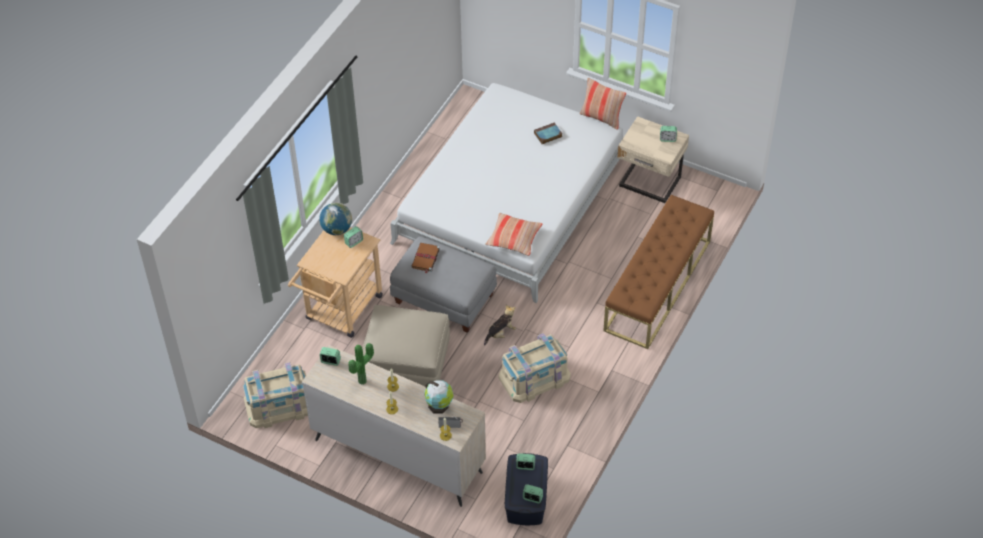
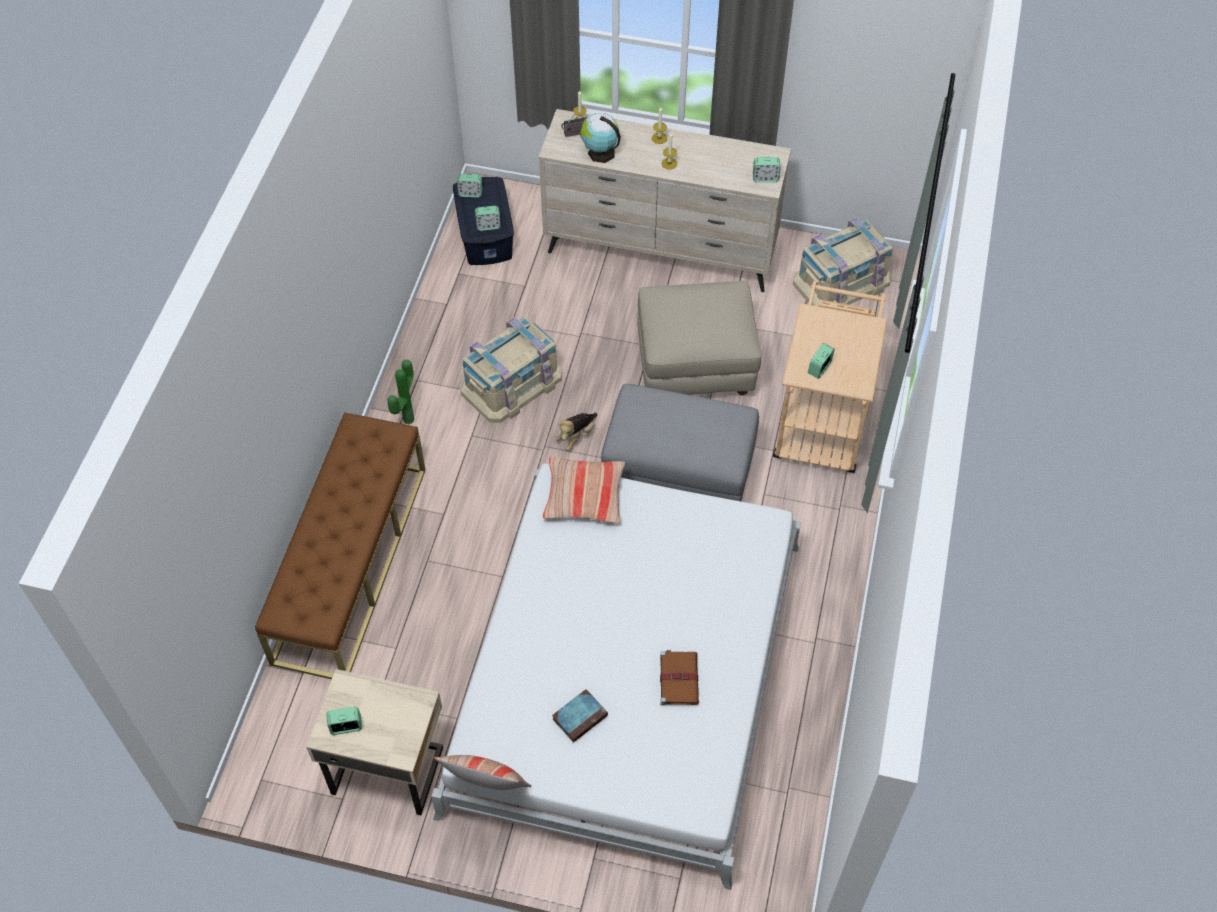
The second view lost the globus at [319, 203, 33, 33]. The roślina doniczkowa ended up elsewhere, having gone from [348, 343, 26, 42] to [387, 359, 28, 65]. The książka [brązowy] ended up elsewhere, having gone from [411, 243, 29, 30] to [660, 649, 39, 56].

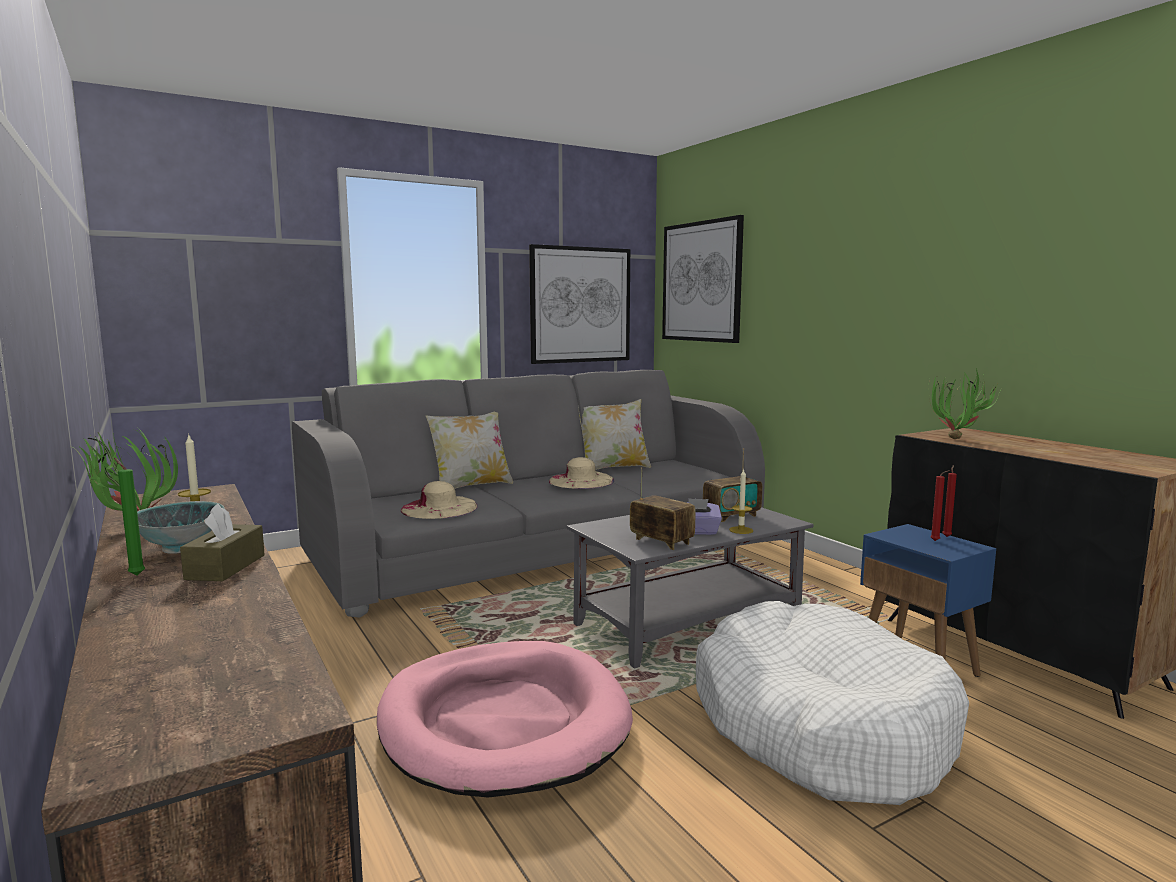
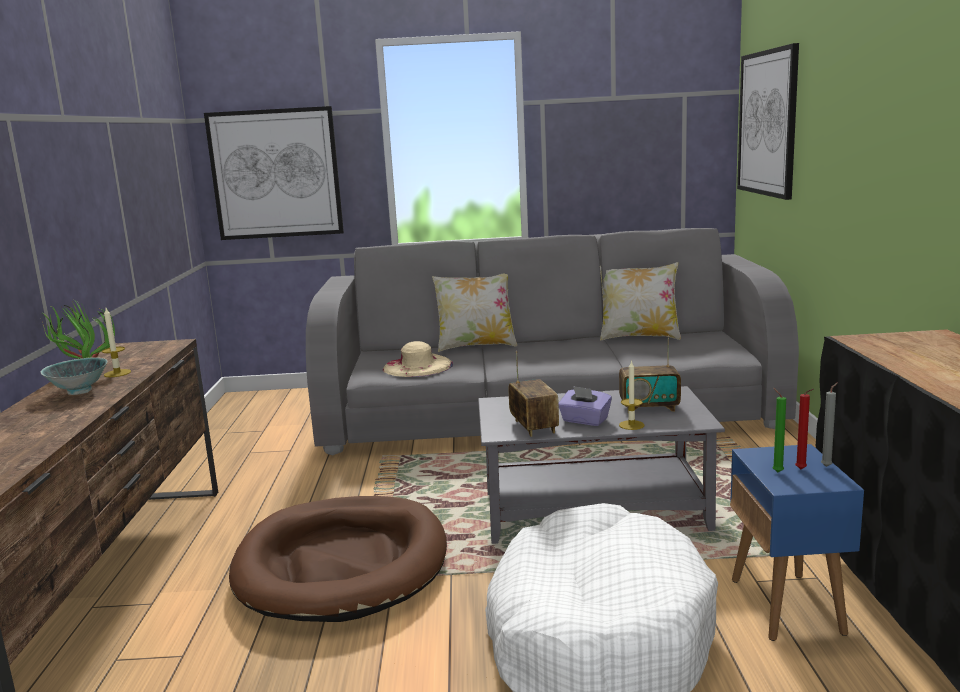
The świeca [zielony] ended up elsewhere, having gone from [114, 458, 31, 118] to [772, 388, 14, 84]. The second view lost the pudełko chusteczek [brązowy] at [180, 504, 85, 77]. What was the legowisko [różowy] at [377, 641, 256, 157] turned into the legowisko [brązowy] at [229, 496, 218, 126]. The obraz ended up elsewhere, having gone from [529, 244, 101, 120] to [204, 106, 140, 134]. The second view lost the kapelusz [beżowy] at [549, 457, 65, 32]. The second view lost the roślina doniczkowa at [930, 368, 70, 71]. What was the świeca [czerwony] at [942, 465, 15, 72] turned into the świeca [szary] at [821, 383, 16, 84].

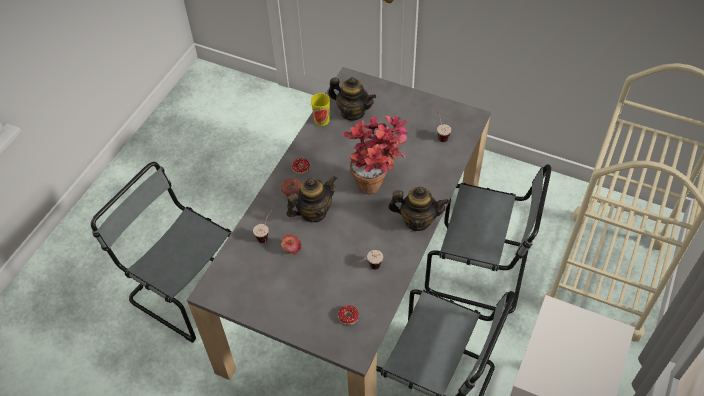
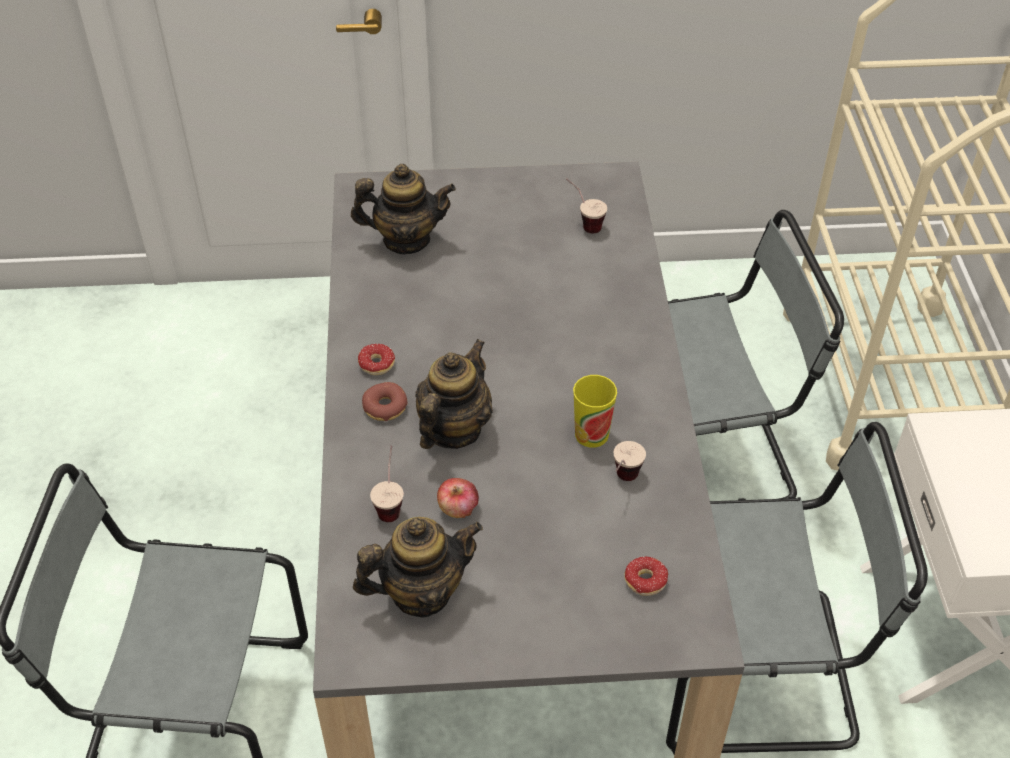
The filiżanka ended up elsewhere, having gone from [311, 93, 19, 33] to [573, 375, 44, 73]. The second view lost the roślina doniczkowa at [342, 116, 65, 79]. The imbryk ended up elsewhere, having gone from [388, 187, 61, 44] to [353, 517, 130, 100].

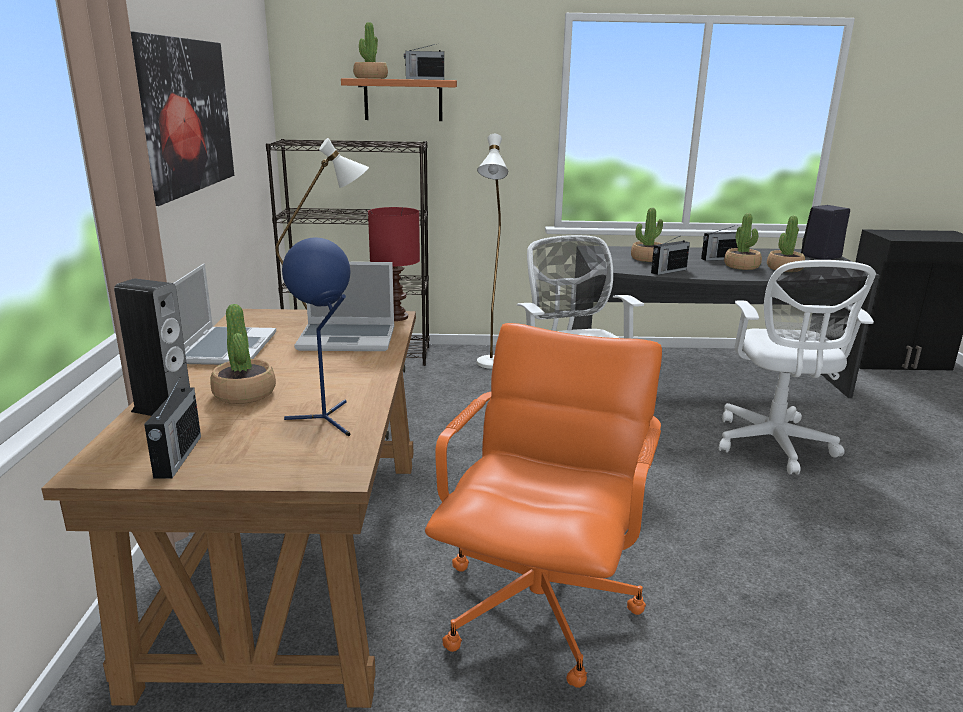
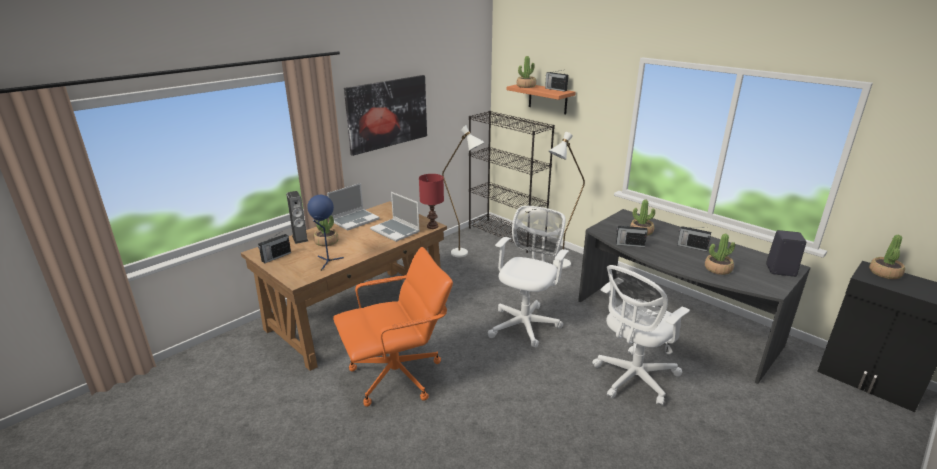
The roślina doniczkowa ended up elsewhere, having gone from [724, 213, 38, 57] to [869, 234, 36, 45].

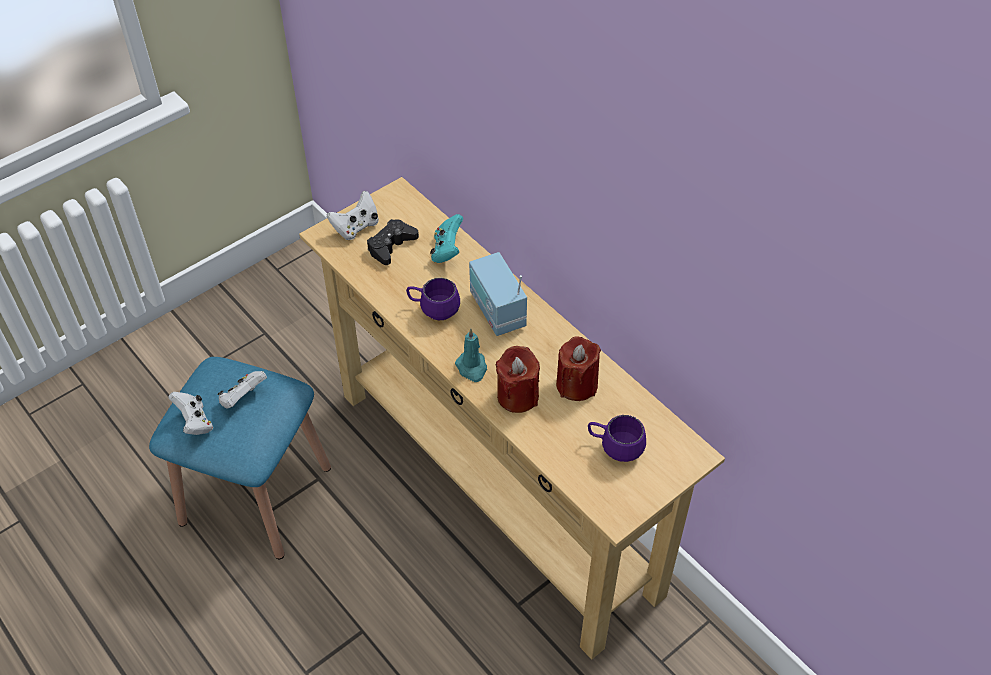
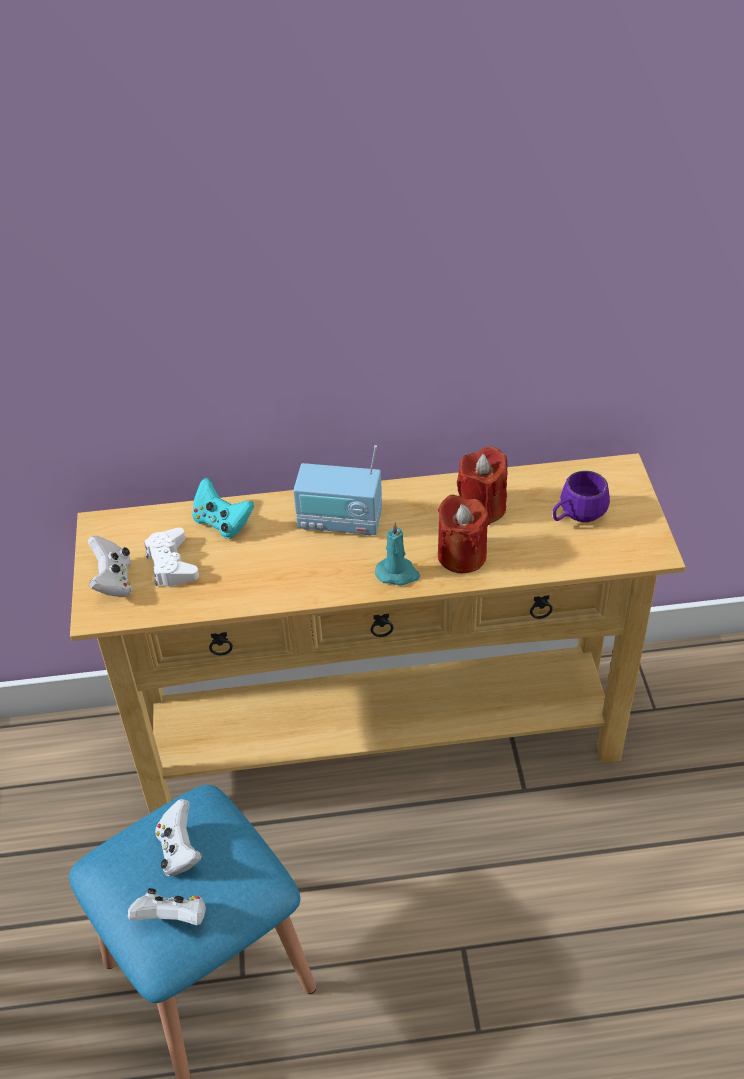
What was the pad do gier [czarny] at [367, 219, 52, 46] turned into the pad do gier [biały] at [144, 527, 55, 60]. The second view lost the kubek [fioletowy] at [406, 278, 54, 42].

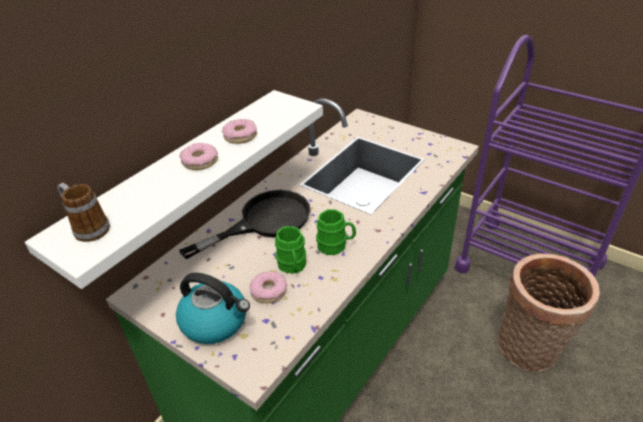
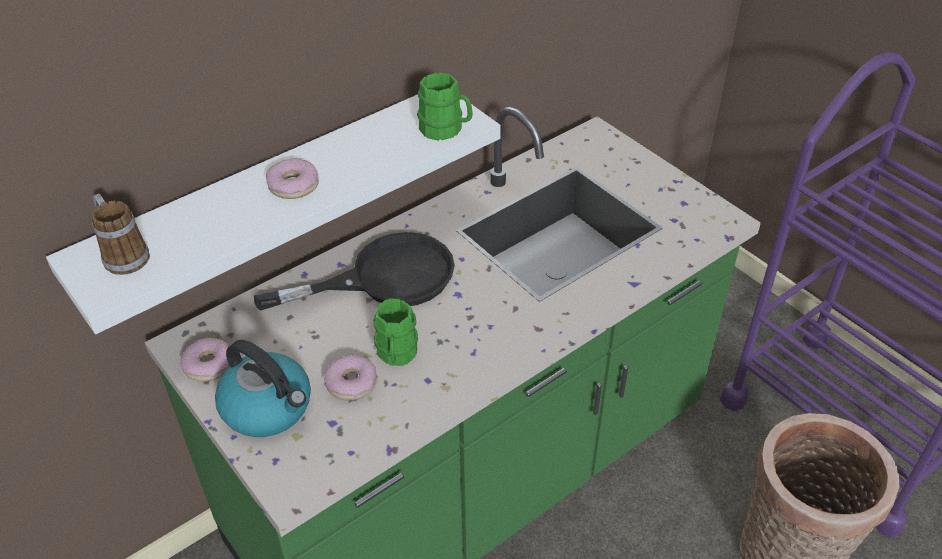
The donut ended up elsewhere, having gone from [222, 119, 35, 25] to [180, 338, 50, 44]. The kubek [zielony] ended up elsewhere, having gone from [316, 209, 40, 46] to [417, 73, 56, 68].

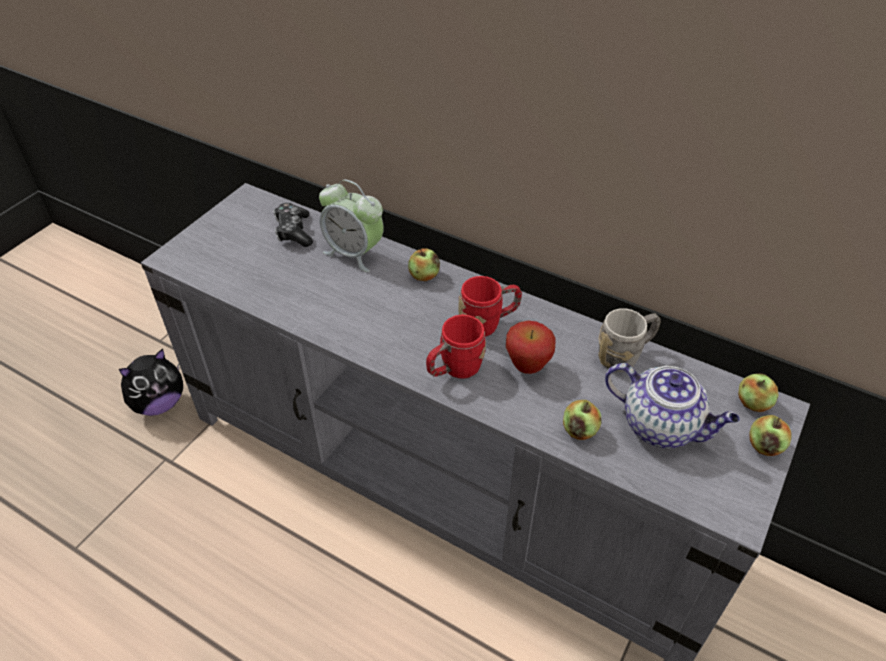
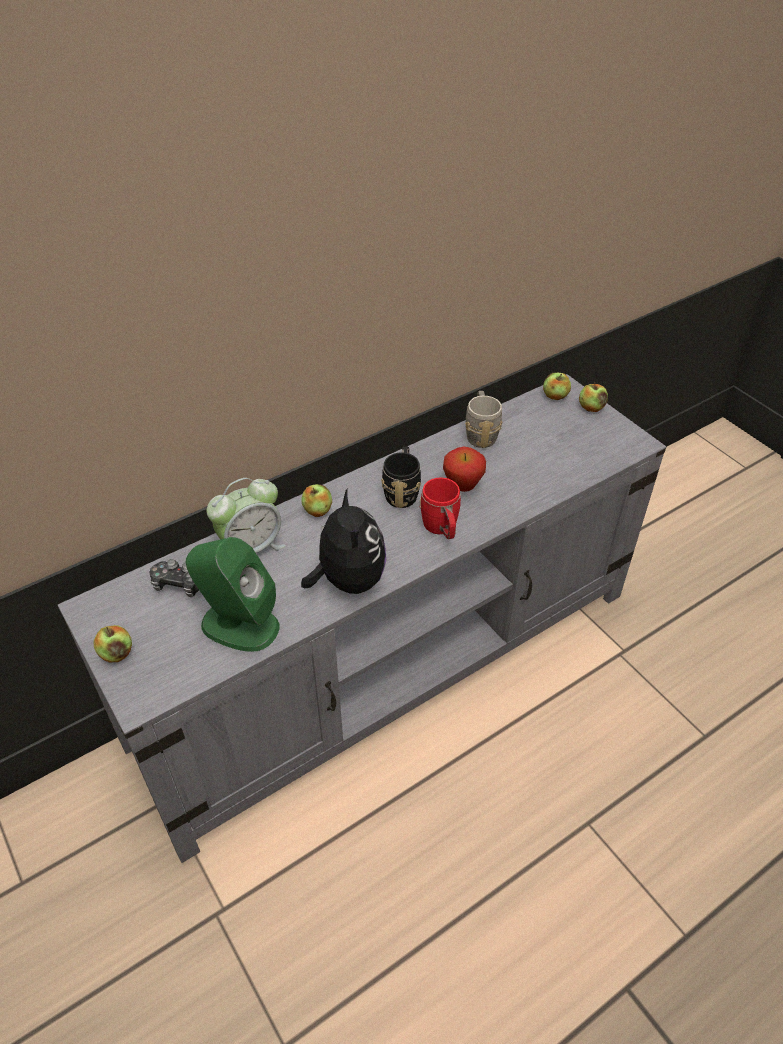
The pluszak ended up elsewhere, having gone from [119, 348, 64, 68] to [301, 487, 85, 107]. What was the kubek [czerwony] at [458, 276, 64, 61] turned into the kubek [czarny] at [381, 446, 40, 62]. The jabłko ended up elsewhere, having gone from [563, 400, 38, 40] to [94, 625, 38, 37]. The second view lost the imbryk at [605, 363, 135, 85]. The second view gained the głośnik [zielony] at [186, 537, 93, 115].

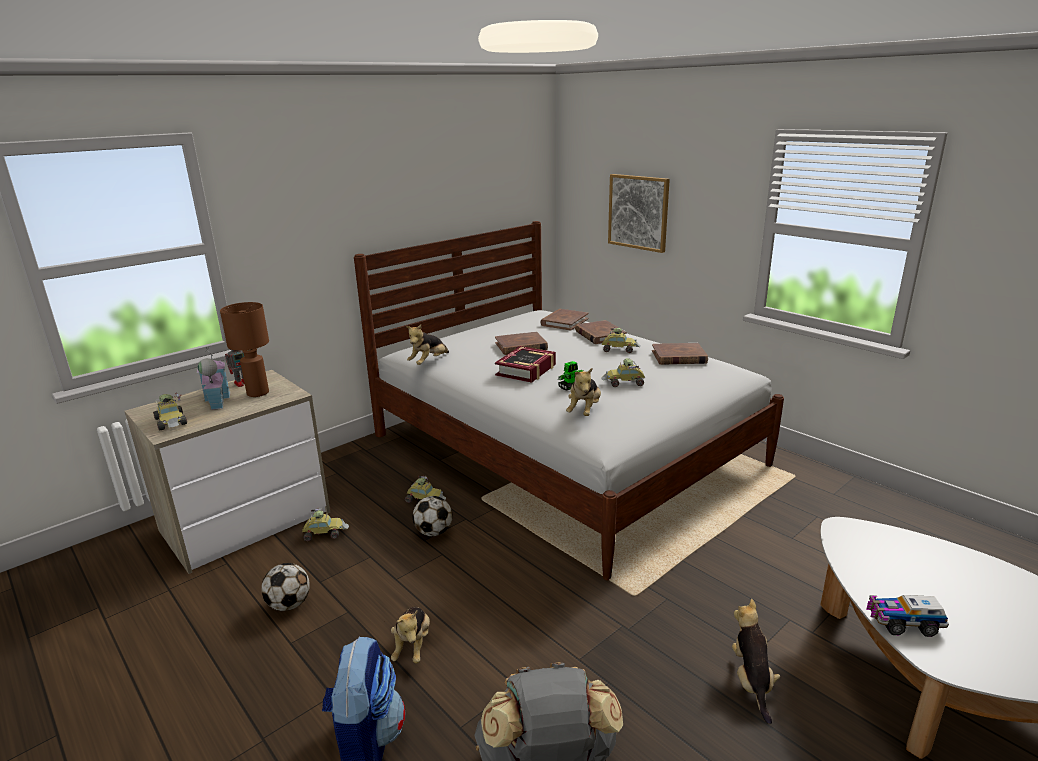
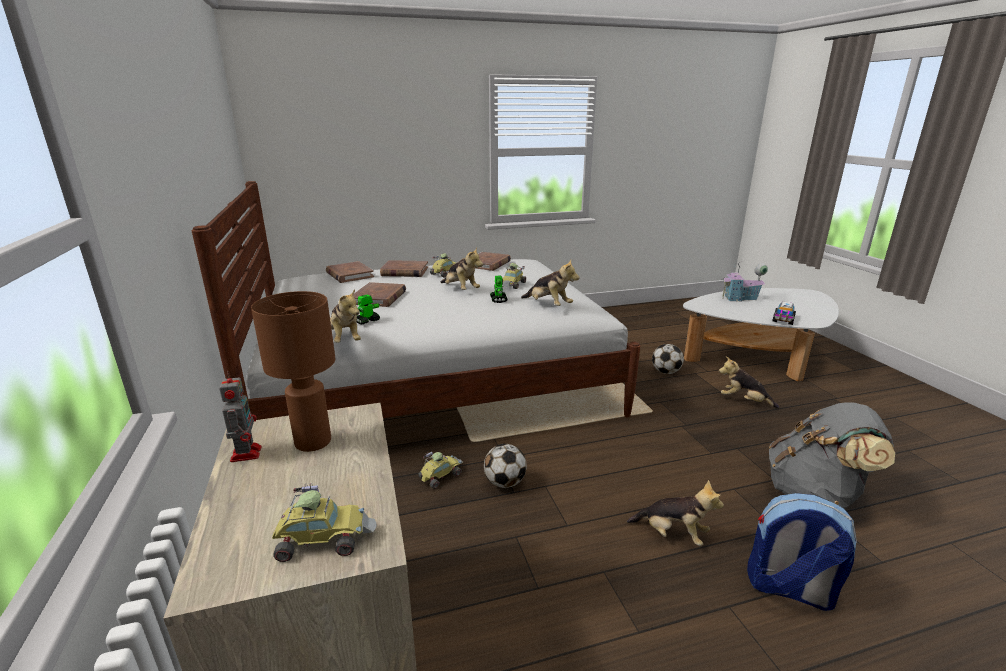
The domek ended up elsewhere, having gone from [197, 347, 33, 63] to [722, 261, 46, 41]. The piłka futbolowa ended up elsewhere, having gone from [261, 563, 49, 48] to [652, 344, 32, 30]. The second view lost the samochodzik at [302, 509, 47, 32]. The second view lost the książka at [495, 346, 61, 37]. The second view lost the obraz at [608, 174, 62, 79]. The second view gained the robot zabawkowy at [356, 294, 24, 30]. The second view gained the pluszak at [440, 247, 43, 43].

